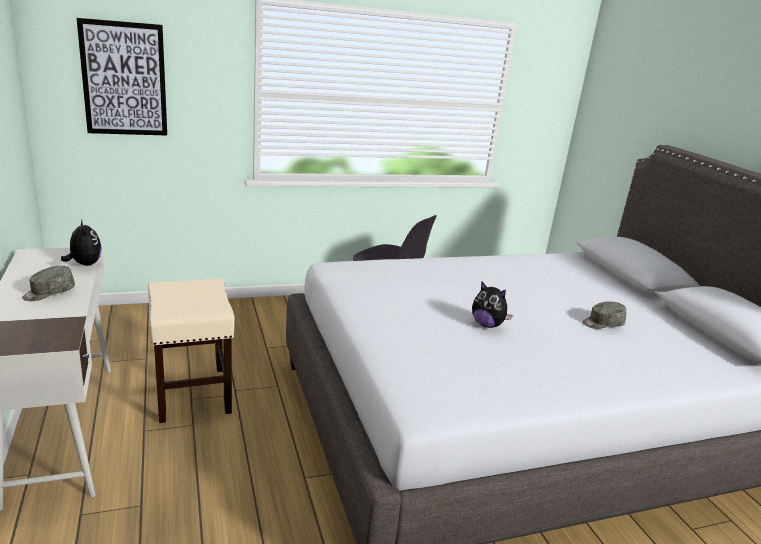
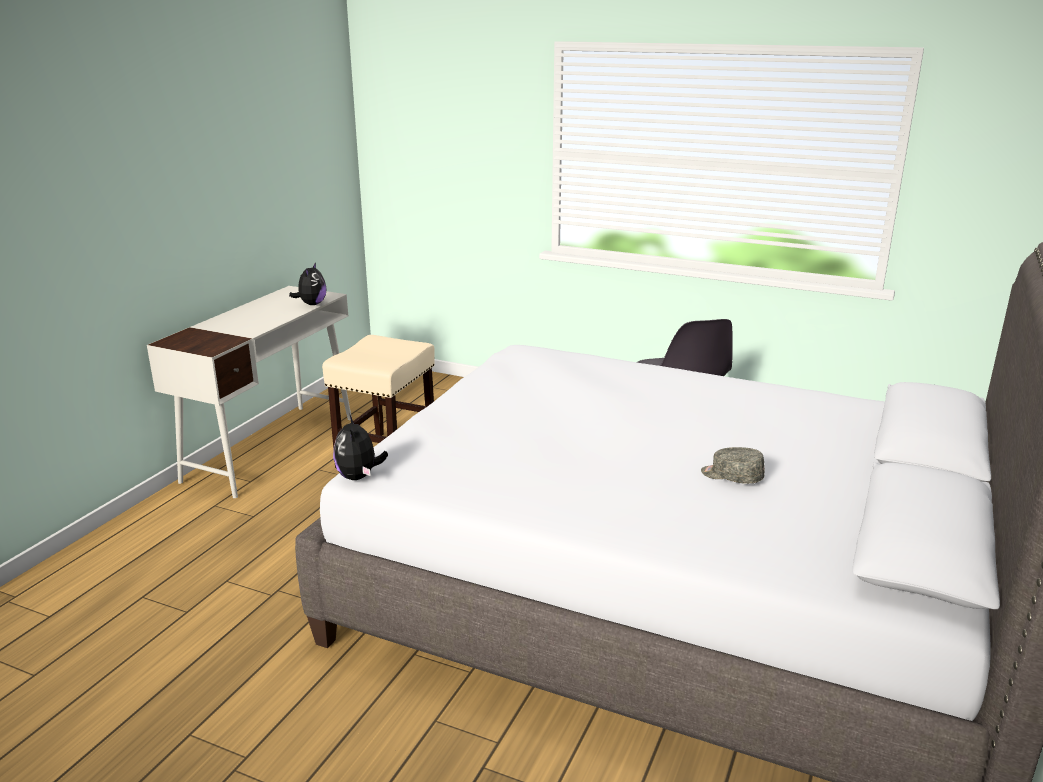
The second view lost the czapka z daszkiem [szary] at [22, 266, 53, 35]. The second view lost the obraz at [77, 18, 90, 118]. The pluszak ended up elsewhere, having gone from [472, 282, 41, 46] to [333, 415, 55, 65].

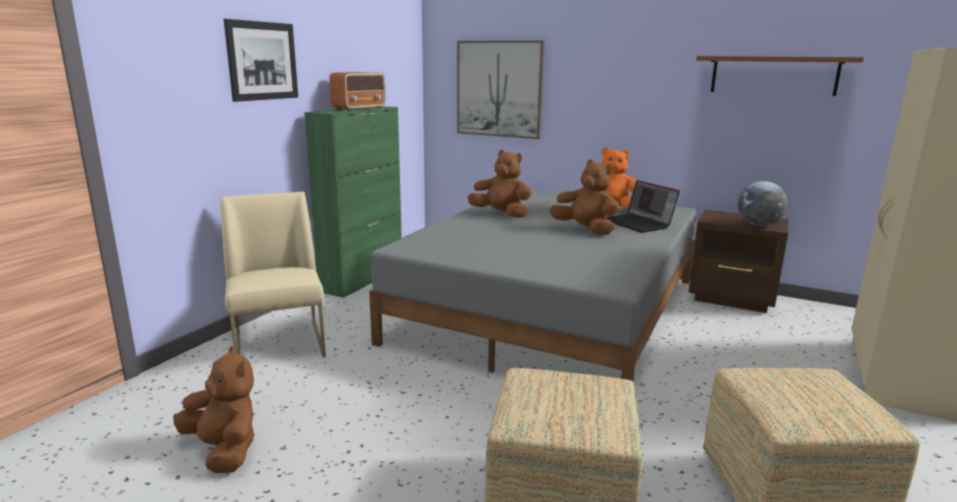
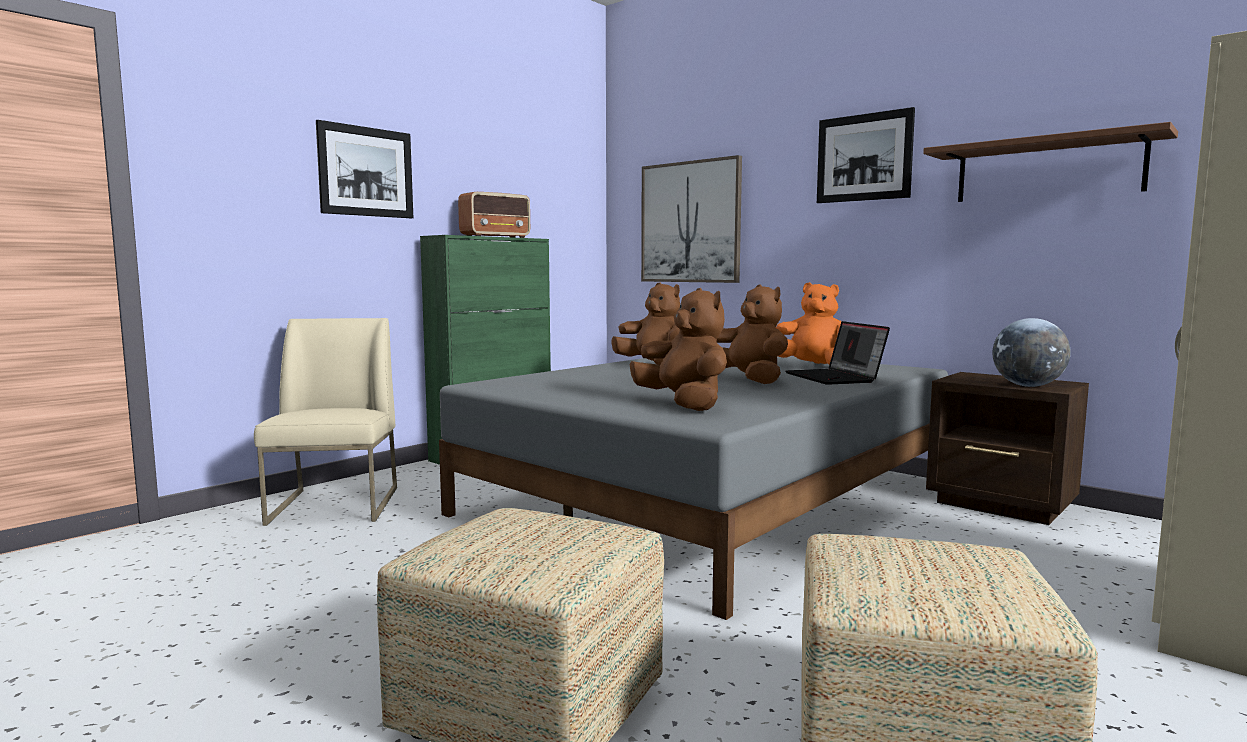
The pluszak [brązowy] ended up elsewhere, having gone from [173, 347, 81, 126] to [630, 288, 97, 123]. The second view gained the obraz at [817, 107, 98, 96].

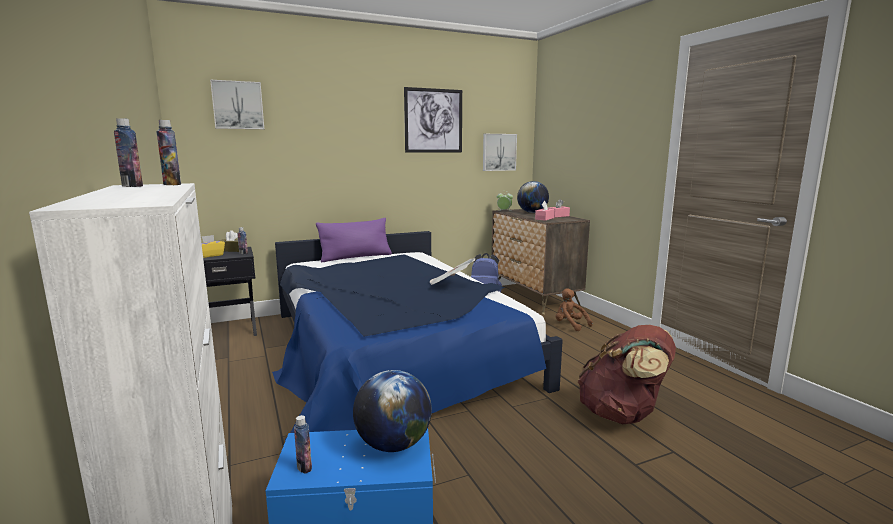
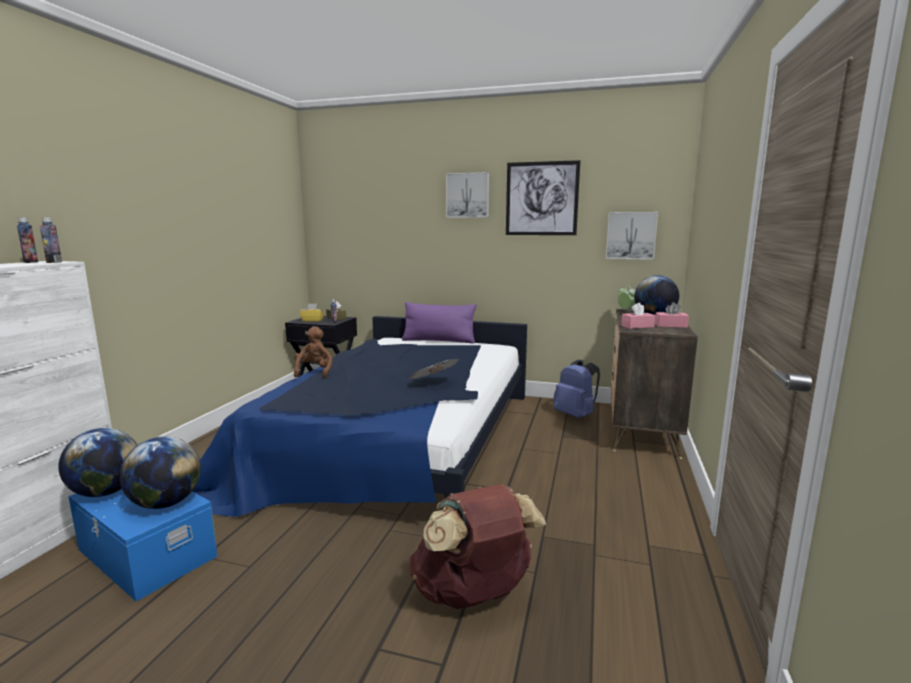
The obraz ended up elsewhere, having gone from [210, 80, 54, 49] to [446, 172, 43, 46]. Where the butelka stood at [294, 415, 18, 59], the globus came to stand at [58, 428, 79, 69]. The pluszak [brązowy] ended up elsewhere, having gone from [556, 288, 37, 43] to [294, 326, 38, 52].

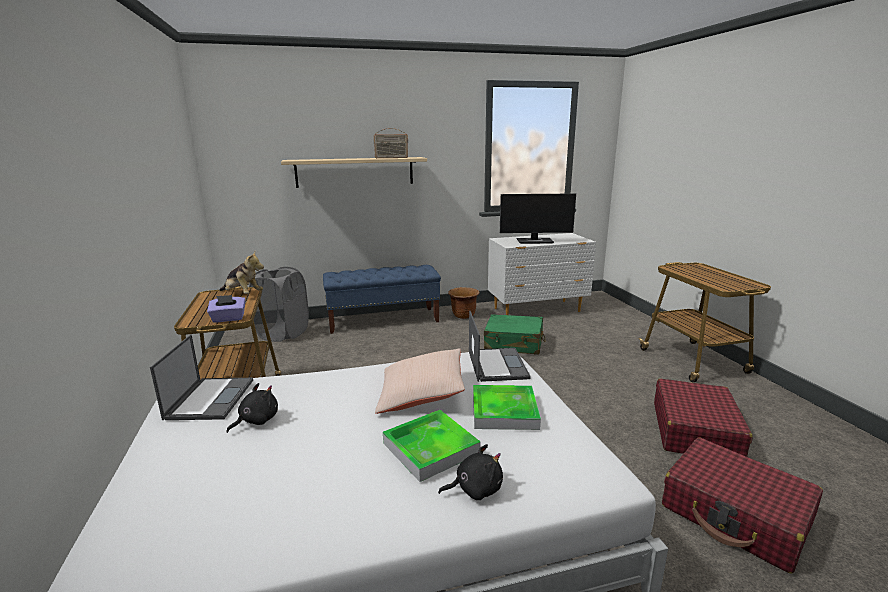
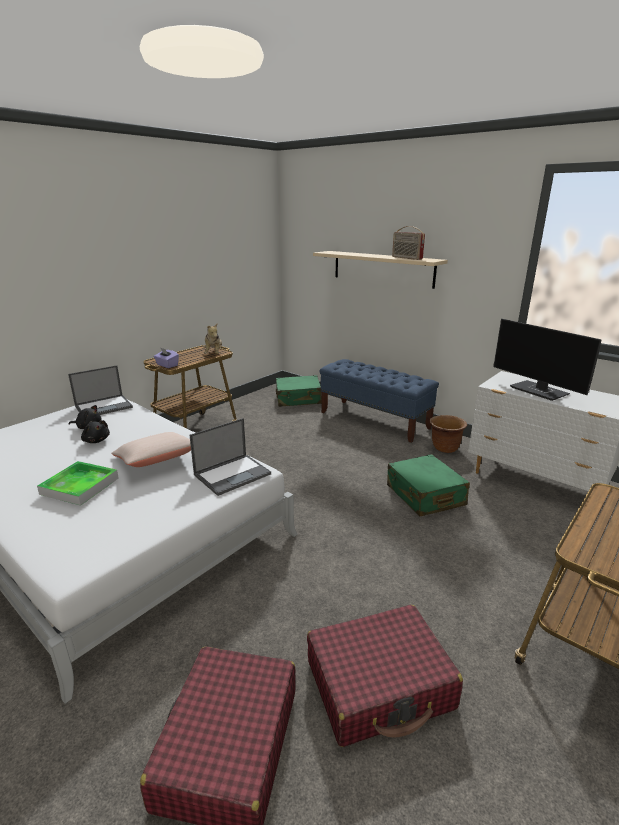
Where the kosz na pranie [szary] stood at [249, 267, 60, 75], the walizka [zielony] came to stand at [276, 375, 45, 32]. The pluszak [czarny] ended up elsewhere, having gone from [438, 444, 65, 56] to [81, 420, 29, 23]. The second view lost the taca at [473, 385, 68, 45].

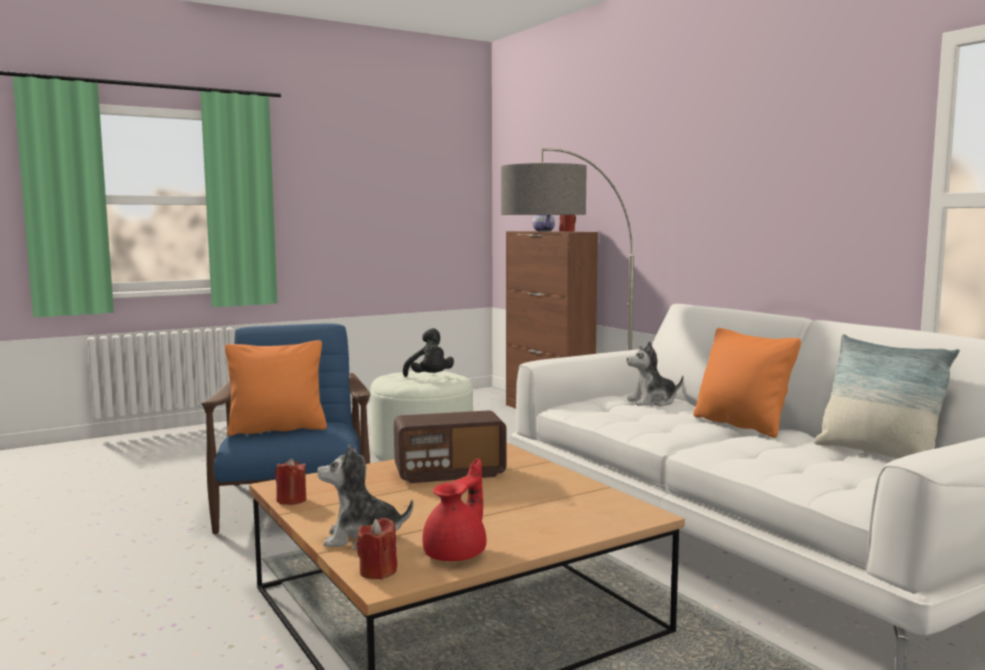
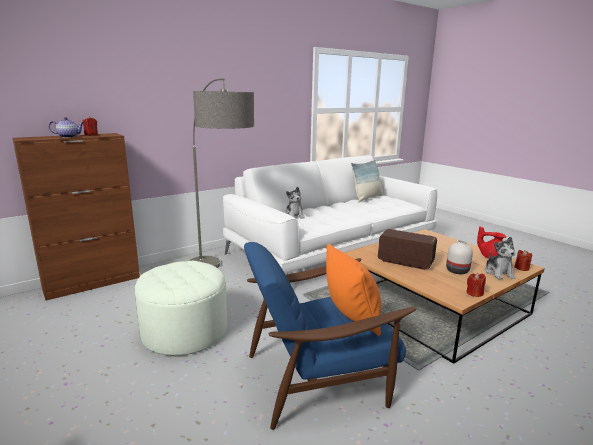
The radio at [394, 410, 112, 73] ended up facing another way, 45 degrees counterclockwise from before. The second view lost the pluszak [czarny] at [403, 328, 51, 49]. The second view lost the poduszka [pomarańczowy] at [693, 328, 108, 110]. The second view gained the wazon [biały] at [446, 240, 27, 34].

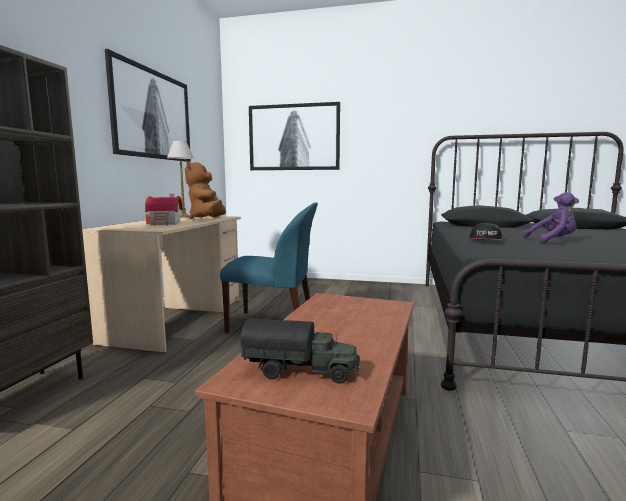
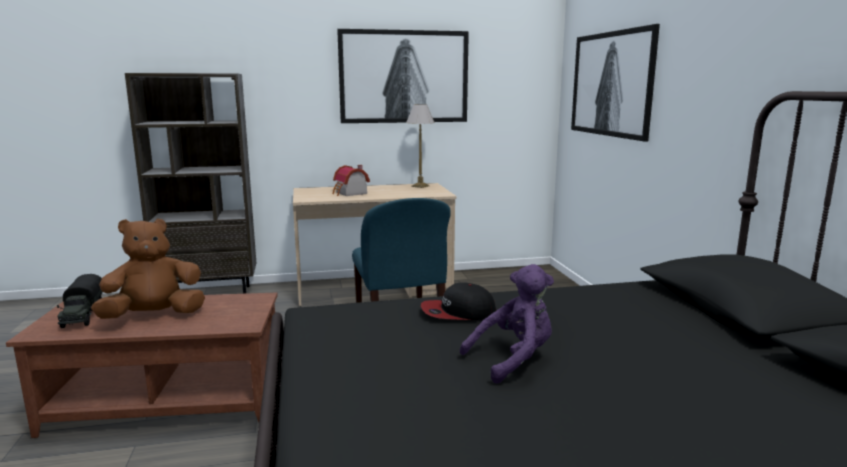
The pluszak [brązowy] ended up elsewhere, having gone from [185, 161, 41, 58] to [91, 218, 114, 101]. The pluszak [fioletowy] at [523, 192, 56, 52] ended up facing another way, 90 degrees counterclockwise from before.

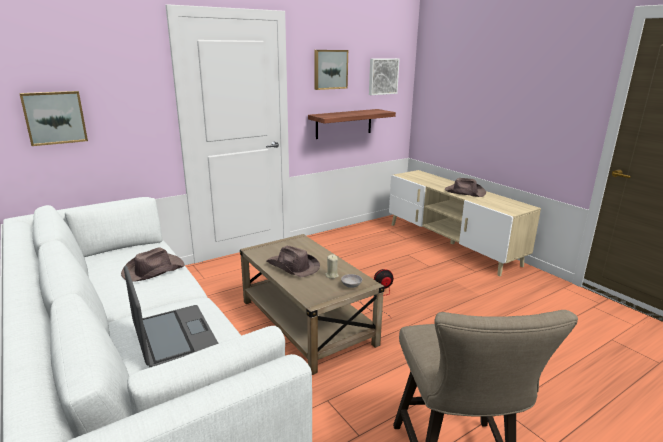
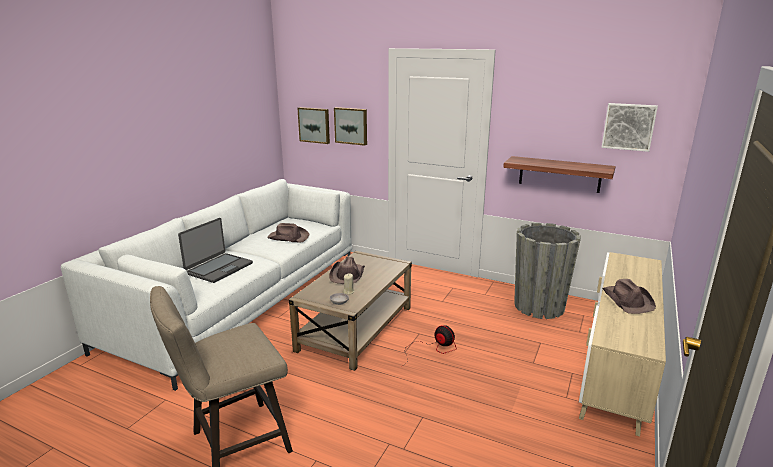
The obraz ended up elsewhere, having gone from [314, 50, 34, 40] to [334, 107, 33, 39]. The second view gained the donica [szary] at [514, 223, 67, 96].

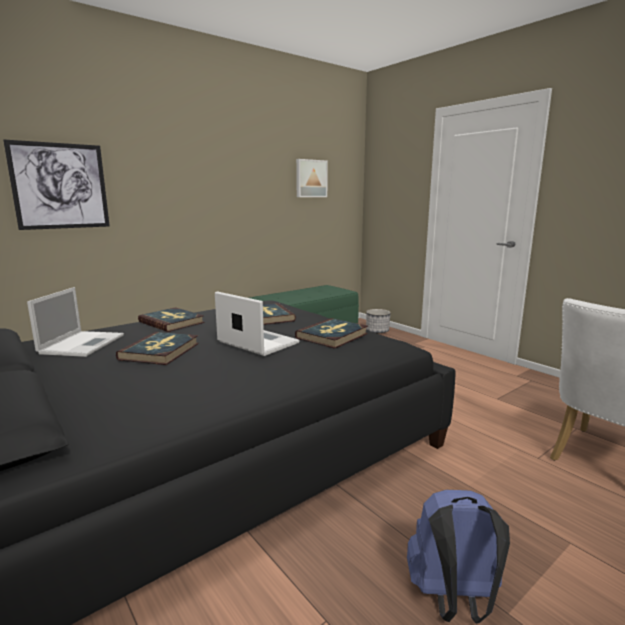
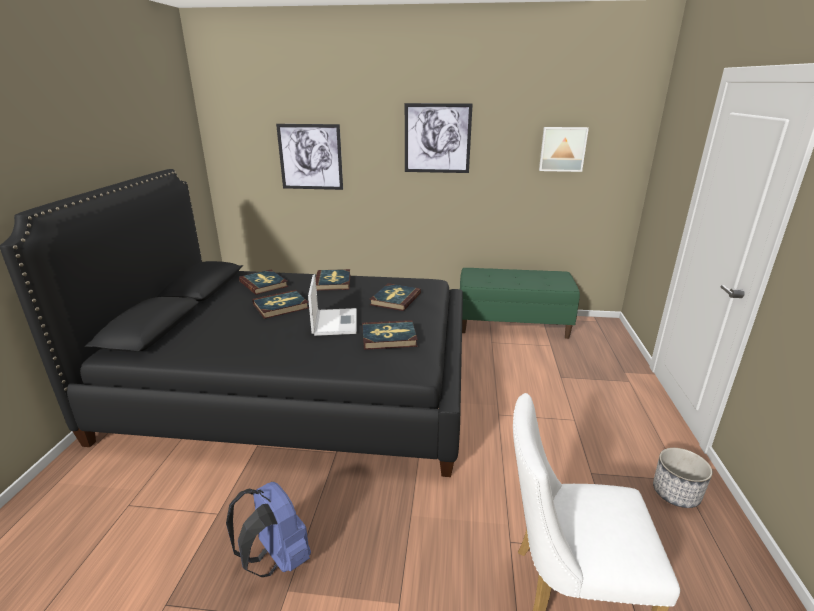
Where the laptop stood at [27, 287, 97, 70], the książka came to stand at [239, 270, 49, 25]. The donica ended up elsewhere, having gone from [366, 309, 25, 24] to [653, 448, 60, 60]. The second view gained the obraz at [405, 103, 68, 70].

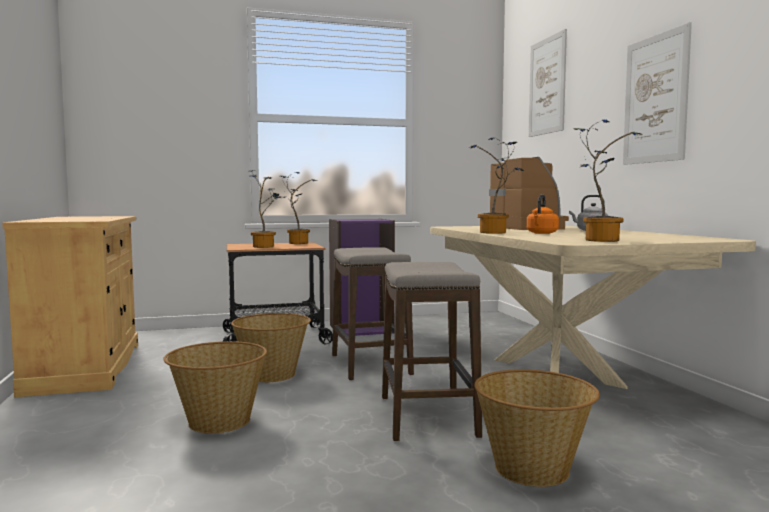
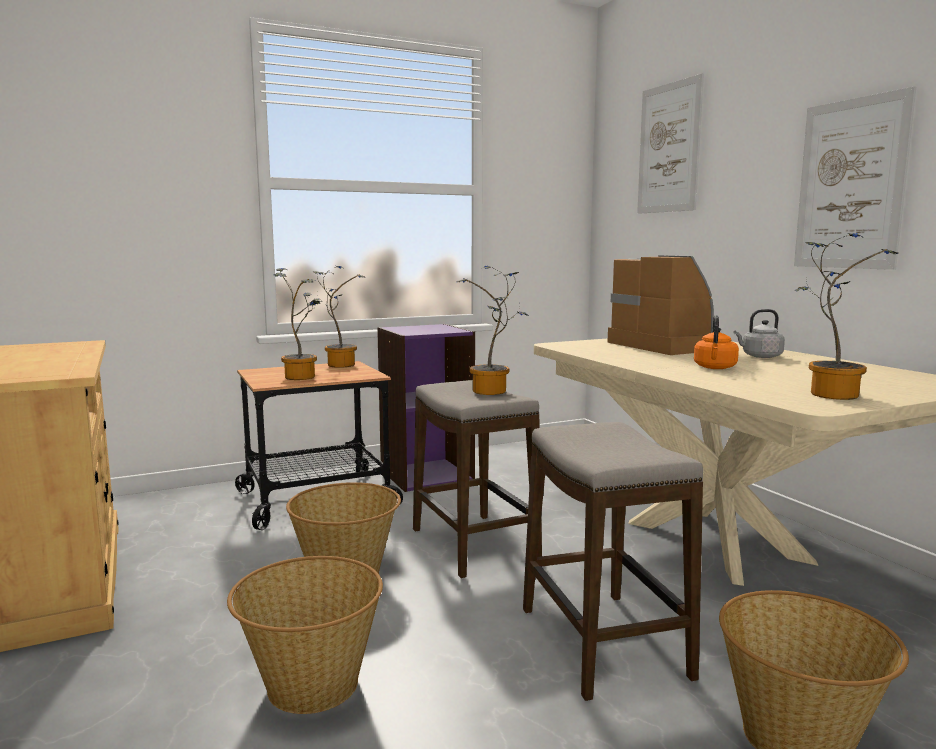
The roślina doniczkowa ended up elsewhere, having gone from [469, 137, 55, 97] to [456, 266, 73, 129].

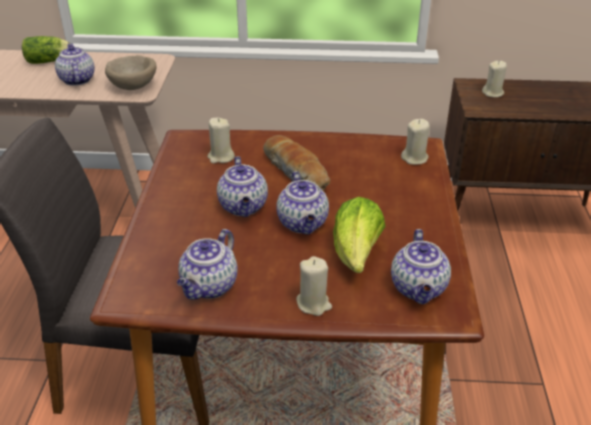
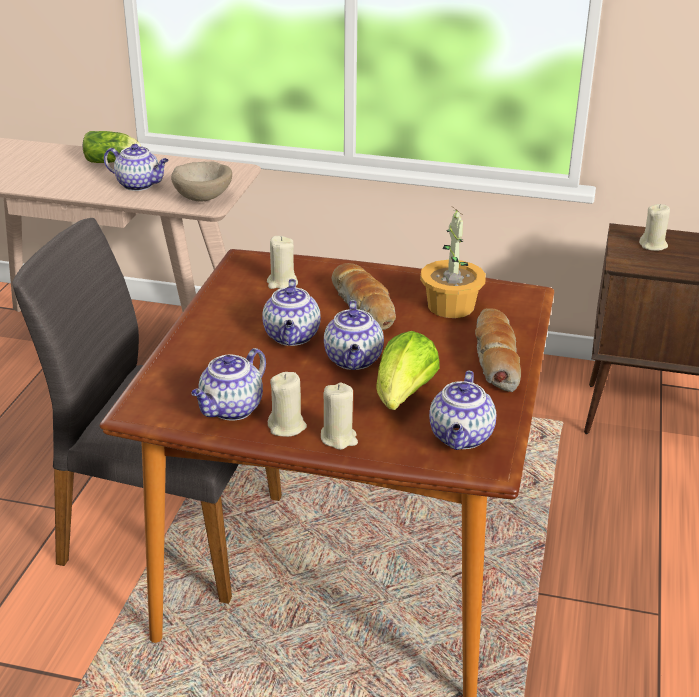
The imbryk at [55, 44, 40, 42] ended up facing another way, 120 degrees clockwise from before. The świeca [beżowy] ended up elsewhere, having gone from [401, 119, 29, 46] to [268, 372, 39, 65]. The second view gained the roślina doniczkowa at [420, 205, 66, 113]. The second view gained the chleb at [475, 308, 46, 84].

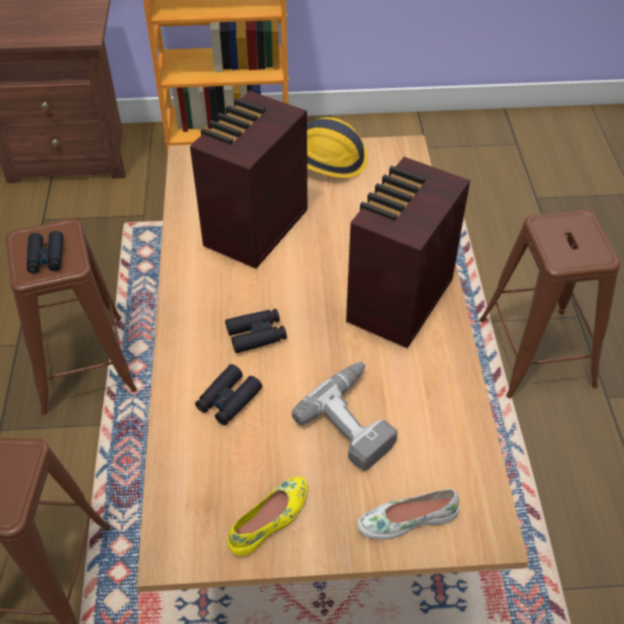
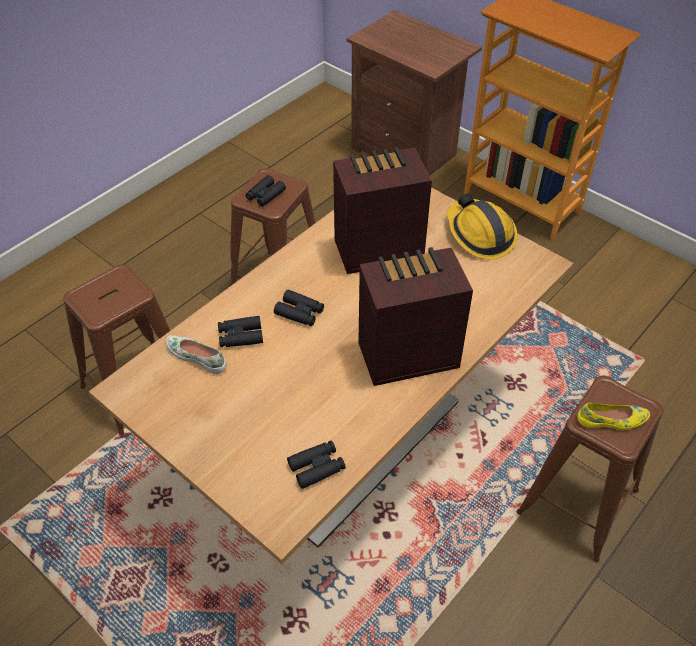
The but [żółty] ended up elsewhere, having gone from [227, 476, 81, 80] to [577, 403, 73, 27]. The second view lost the wiertarka at [292, 362, 106, 109]. The but [biały] ended up elsewhere, having gone from [357, 489, 102, 51] to [166, 335, 61, 39]. The second view gained the lornetka [czarny] at [287, 441, 59, 48].

